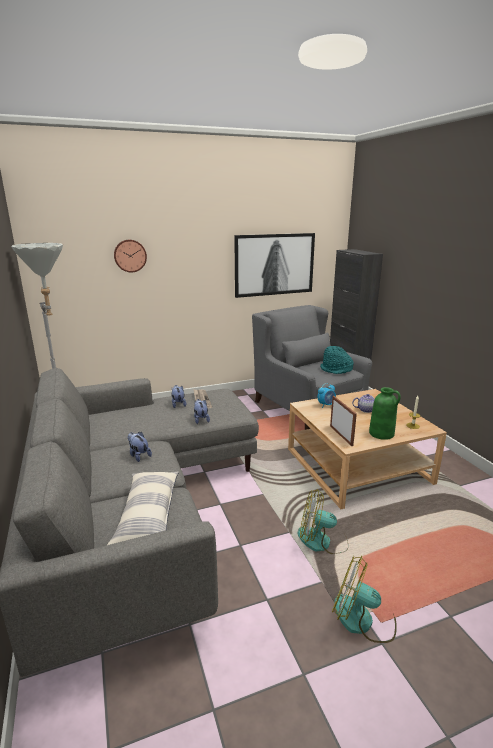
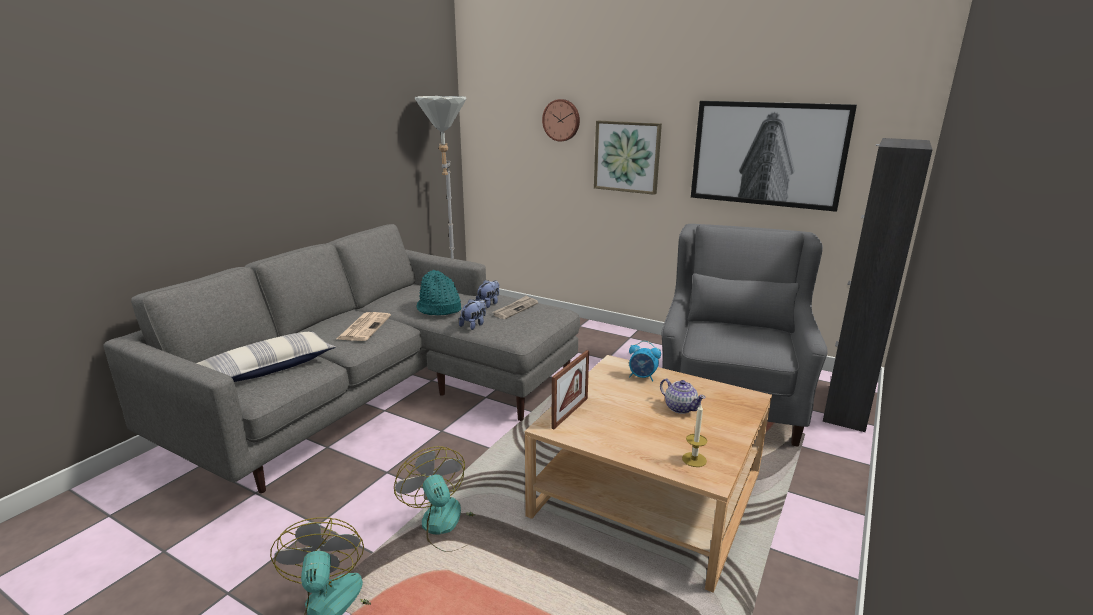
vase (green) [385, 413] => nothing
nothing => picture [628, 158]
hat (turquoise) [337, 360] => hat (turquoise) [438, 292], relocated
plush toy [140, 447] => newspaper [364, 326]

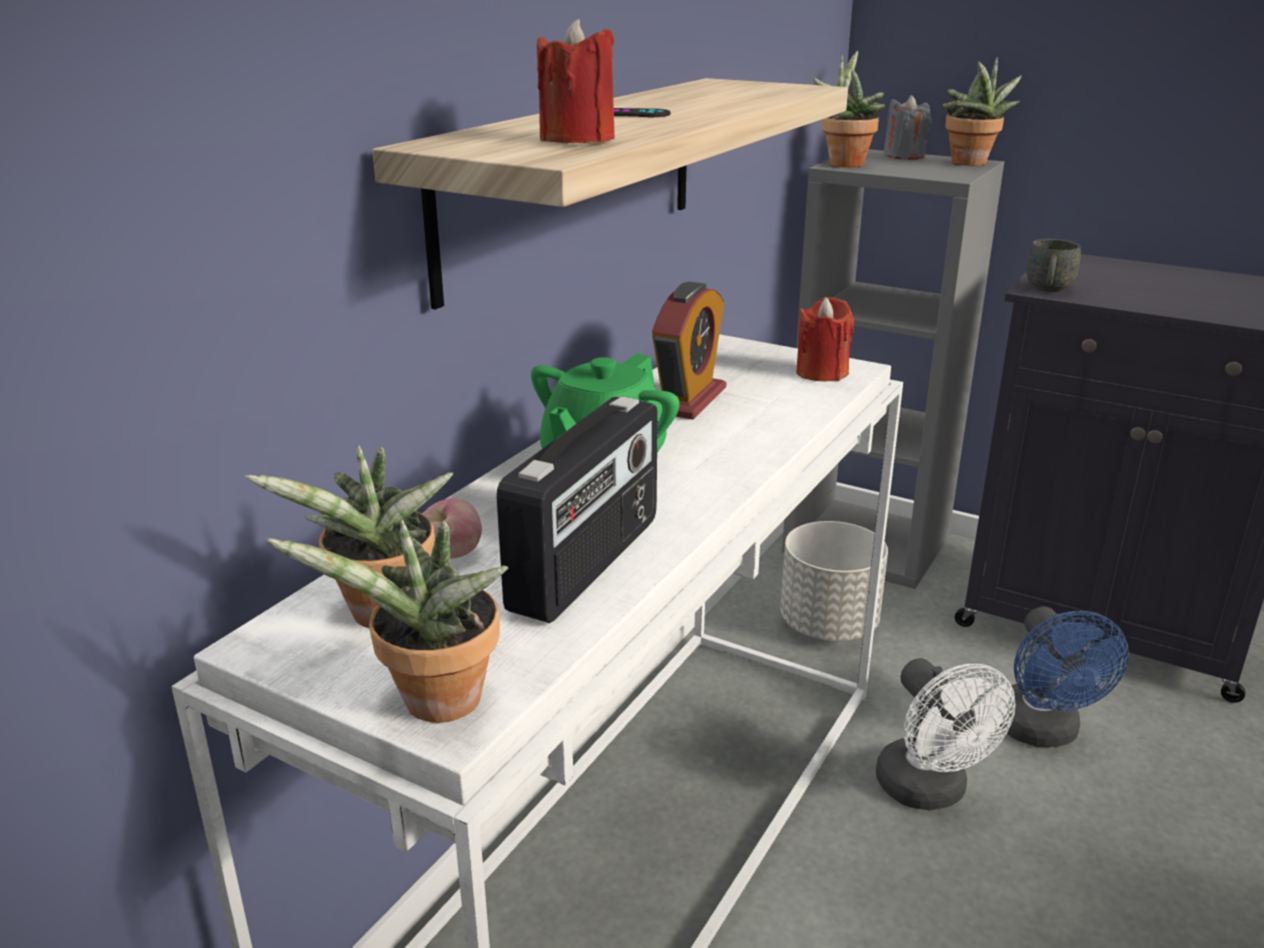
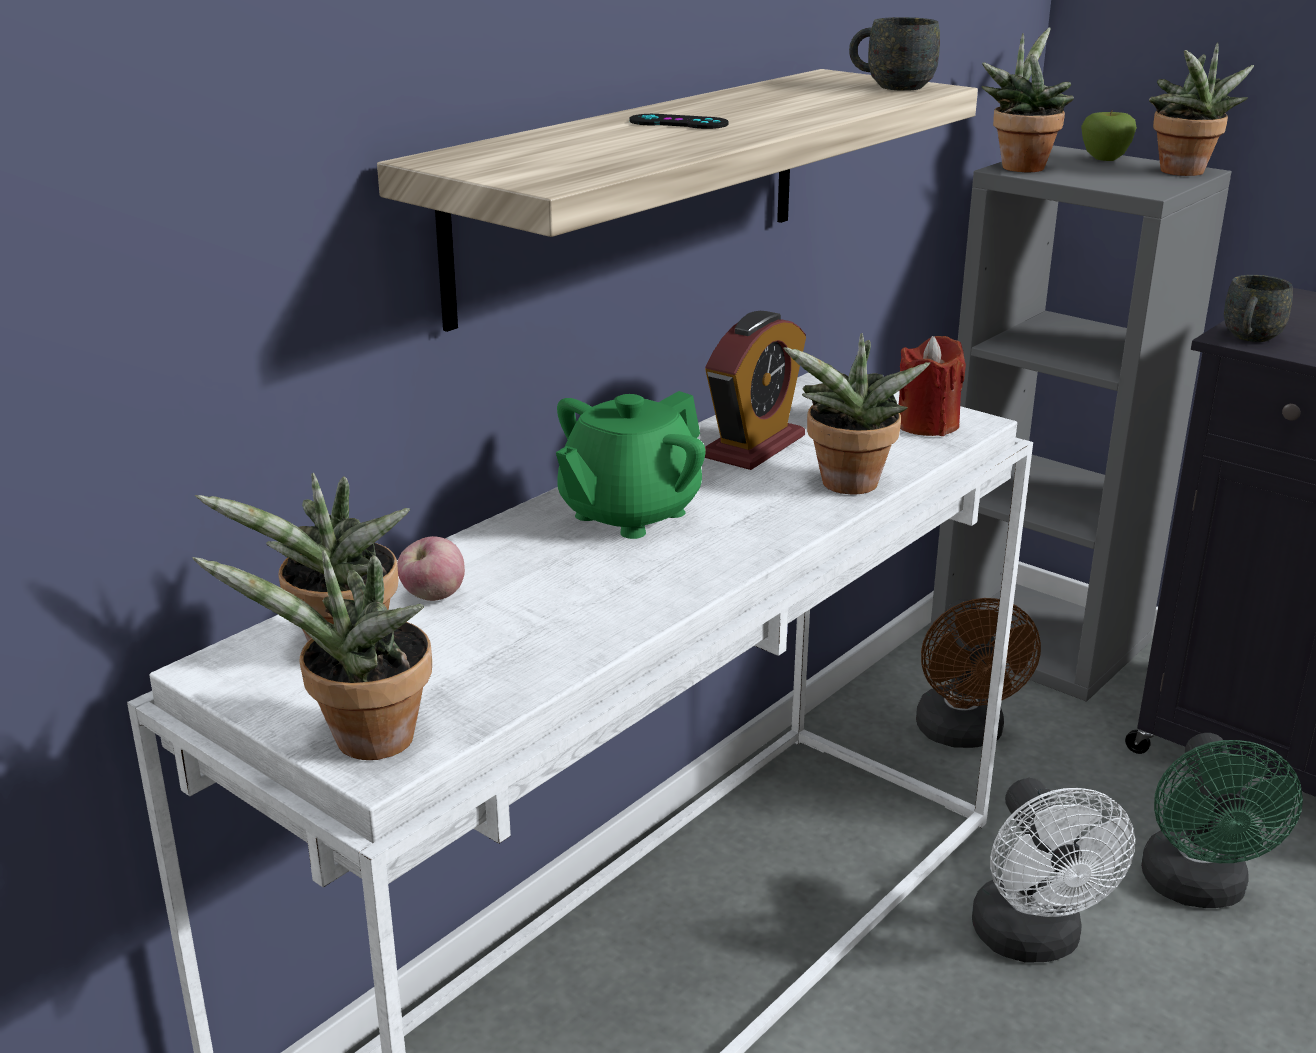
radio [577, 509] => nothing
candle (red) [576, 81] => nothing
nothing => potted plant [856, 413]
nothing => mug (grey) [894, 54]
planter (grey) [834, 581] => fan (brown) [978, 673]
candle (grey) [907, 127] => apple [1109, 135]
fan (blue) [1064, 676] => fan (green) [1222, 820]

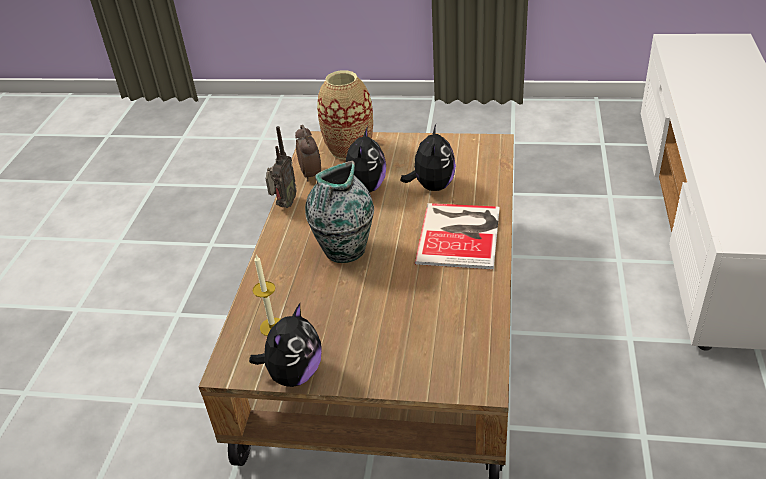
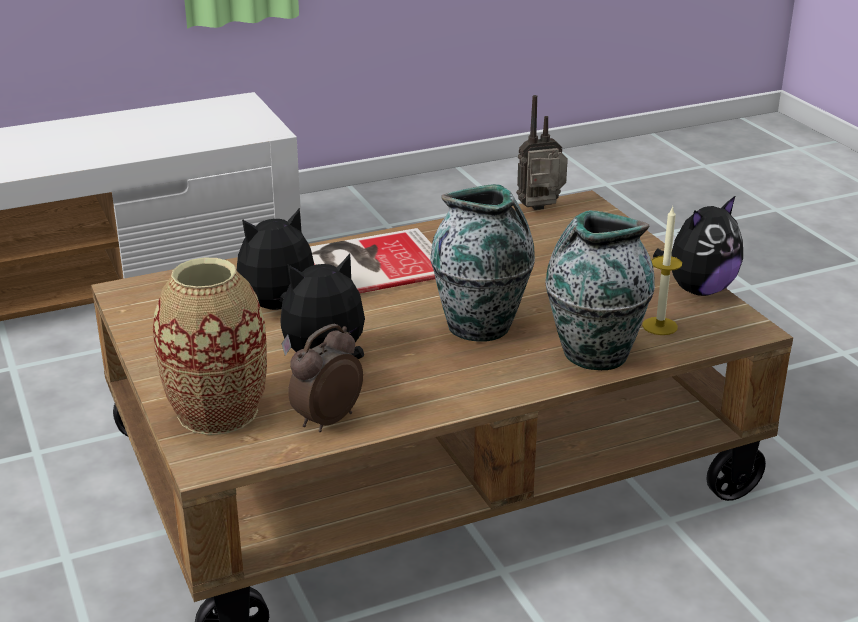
nothing => vase [600, 290]
radio [281, 167] => radio [542, 152], relocated
plush toy [285, 345] => plush toy [698, 245], 150 degrees clockwise

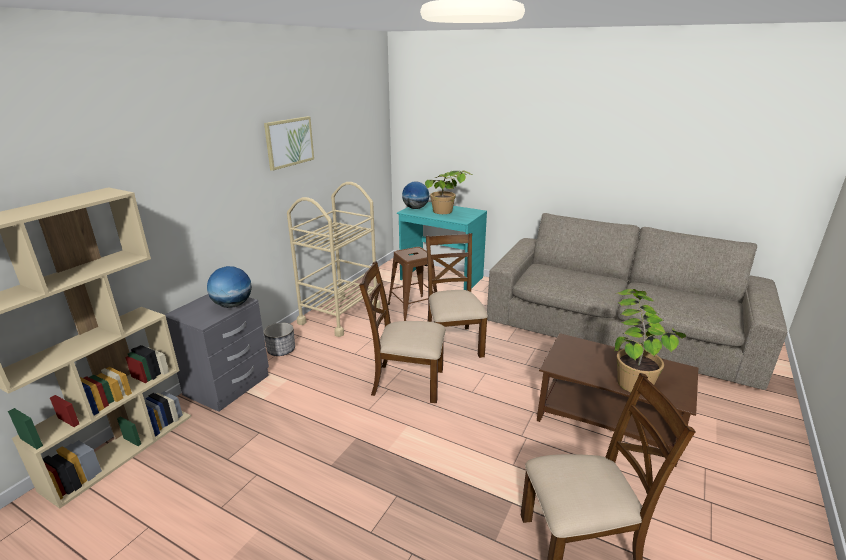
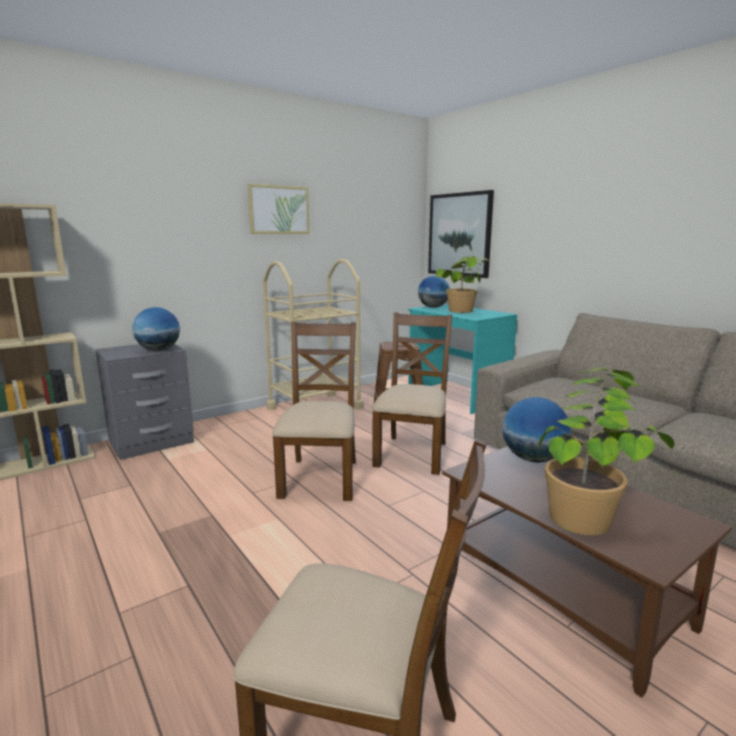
planter [279, 339] => nothing
nothing => picture [461, 234]
nothing => globe [536, 430]
chair (brown) [402, 332] => chair (brown) [314, 411], 60 degrees clockwise

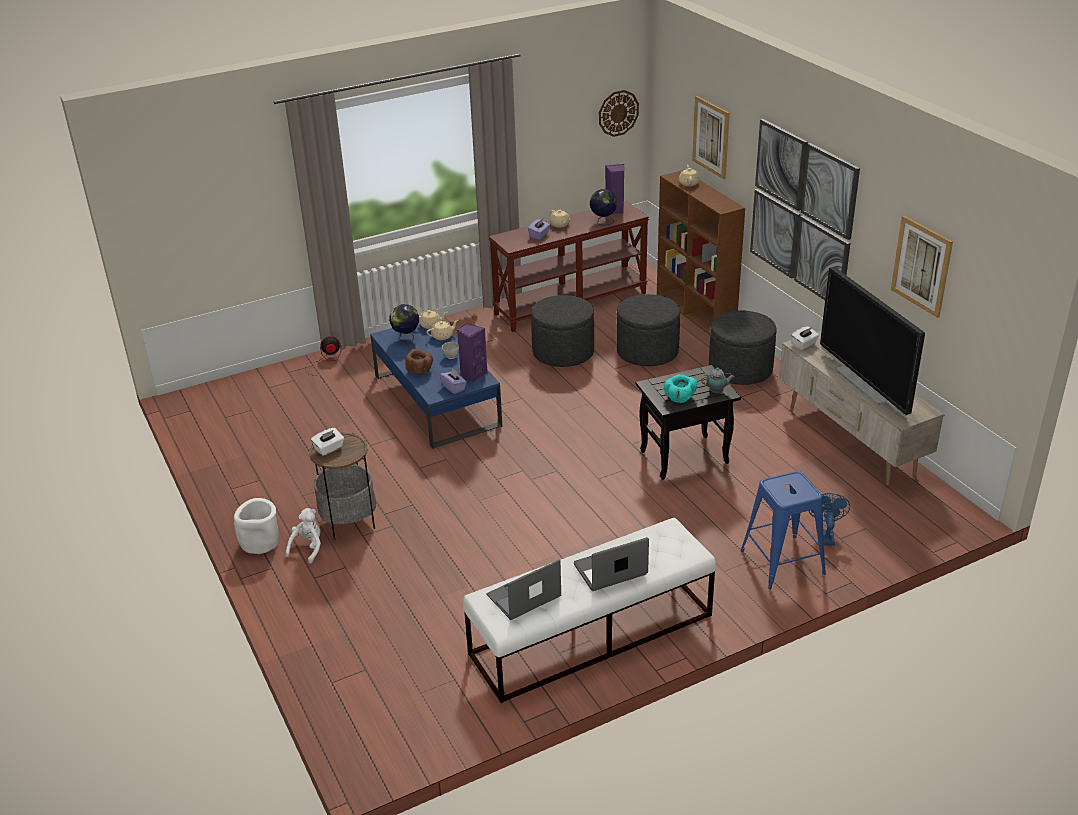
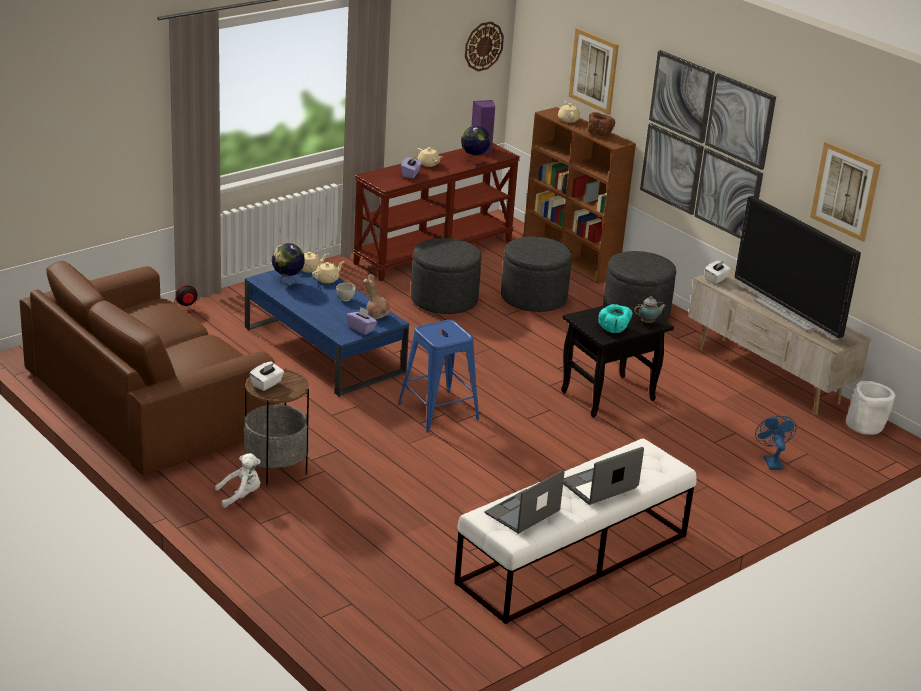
nothing => sofa (brown) [147, 368]
planter (white) [256, 526] => planter (white) [870, 408], relocated
bowl (brown) [419, 362] => bowl (brown) [601, 124], relocated
stool (blue) [783, 530] => stool (blue) [438, 376], relocated
speaker (purple) [472, 353] => vase (brown) [376, 296]
plush toy (white) [303, 536] => plush toy (white) [238, 480], 60 degrees clockwise

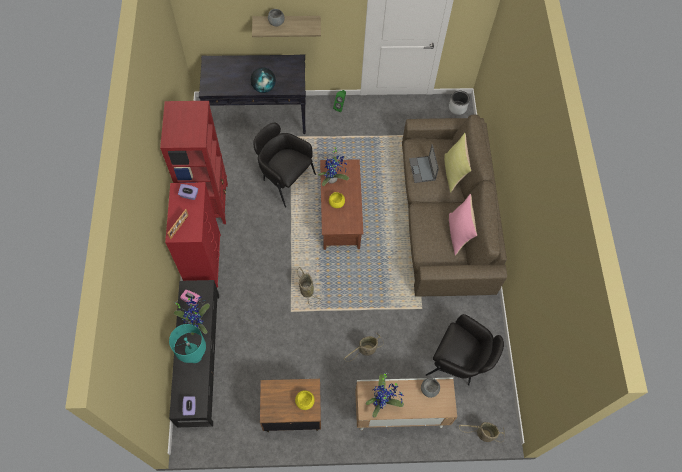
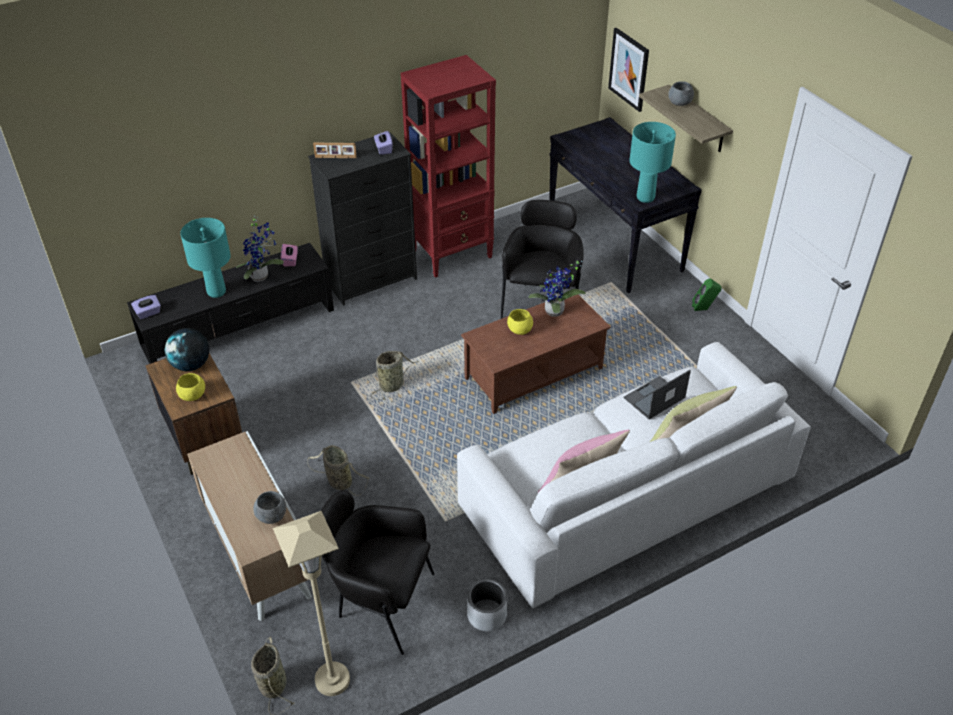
potted plant [385, 395] => nothing
nothing => floor lamp (beige) [311, 603]
nothing => picture [628, 70]
nothing => table lamp (turquoise) [653, 162]
globe [263, 80] => globe [187, 349], relocated
planter (grey) [459, 103] => planter (grey) [487, 605], relocated
dresser (red) [193, 235] => dresser (black) [362, 219]
sofa (brown) [454, 205] => sofa (white) [634, 475]
armchair (black) [465, 349] => armchair (black) [378, 572], 105 degrees clockwise

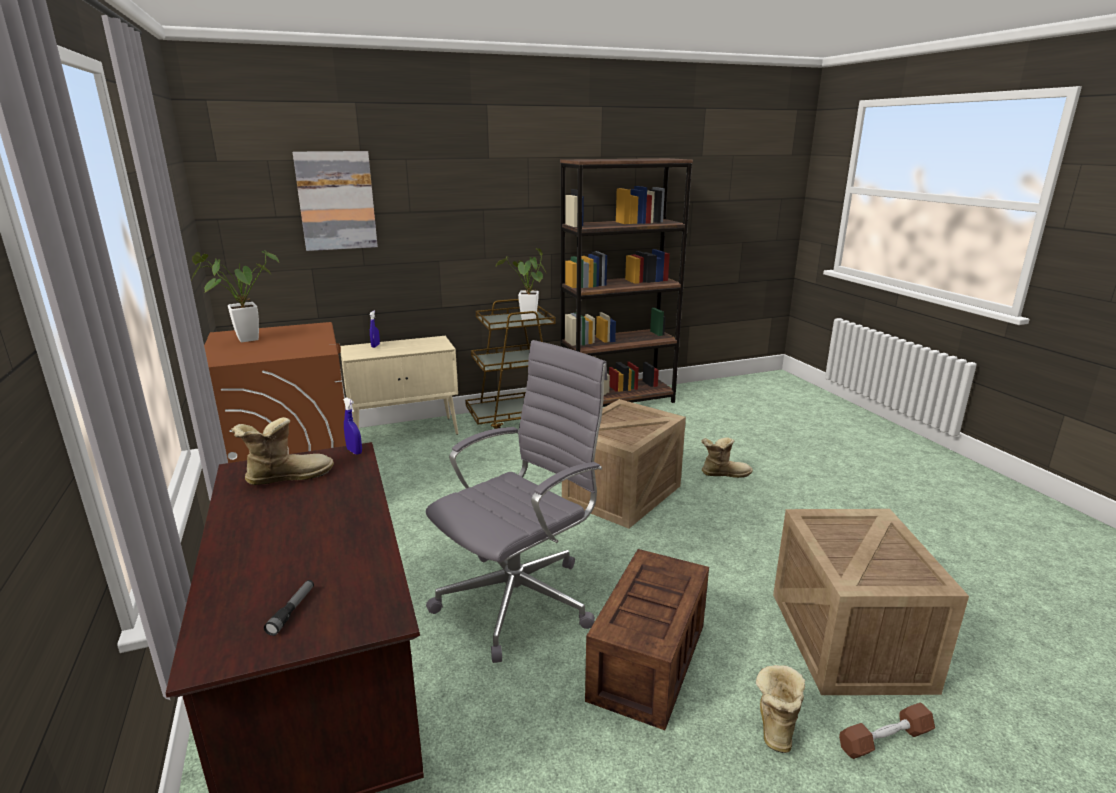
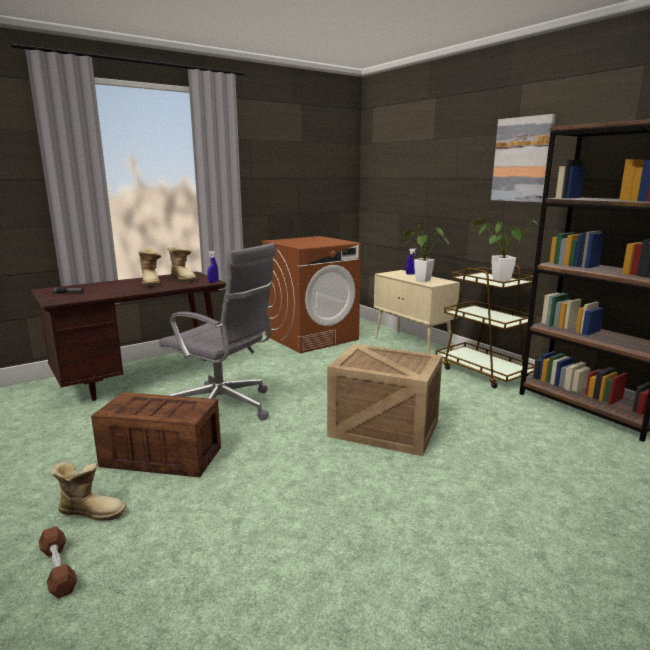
crate [871, 602] => nothing
potted plant [235, 296] => potted plant [426, 253], relocated
picture [335, 201] => picture [523, 158], relocated
boot [727, 457] => boot [150, 268], relocated

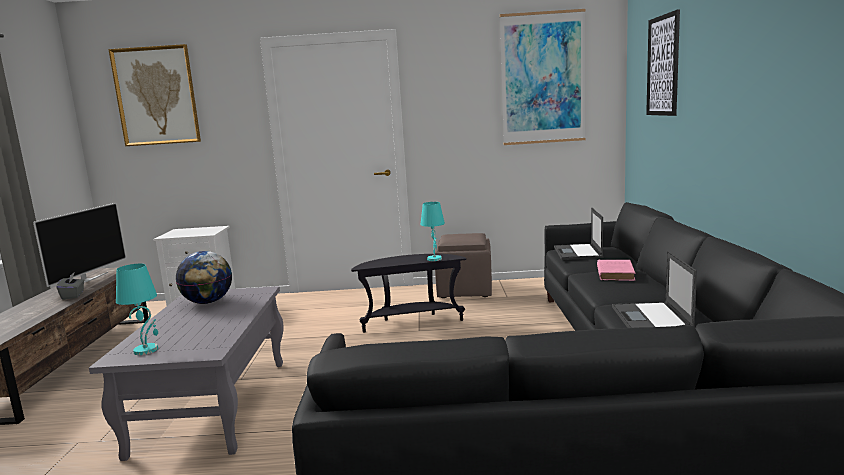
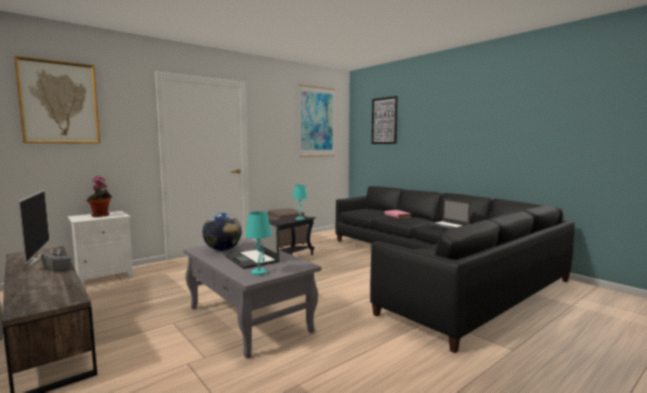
nothing => potted plant [99, 196]
laptop [578, 233] => laptop [252, 244], relocated

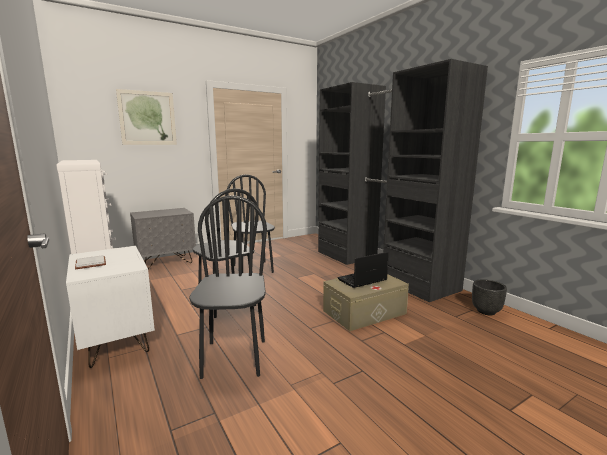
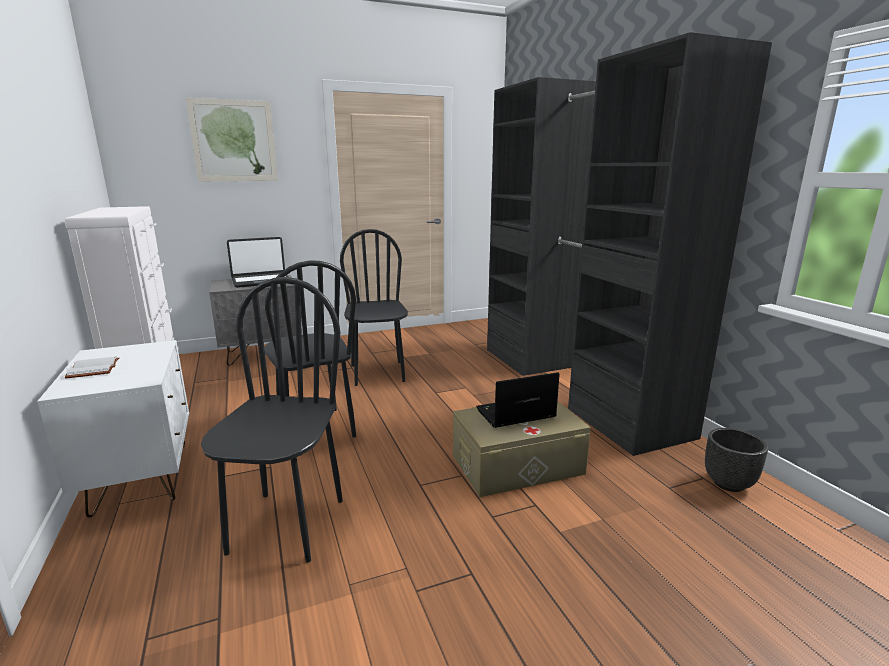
nothing => laptop [257, 262]

